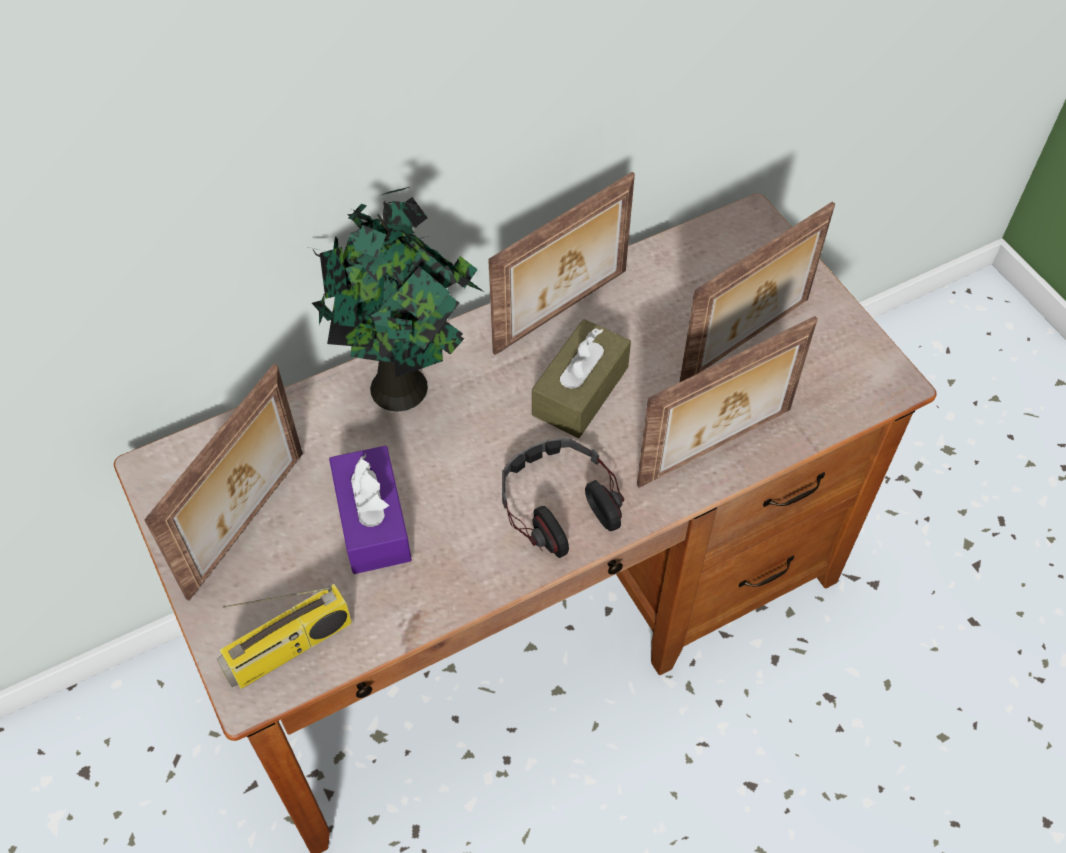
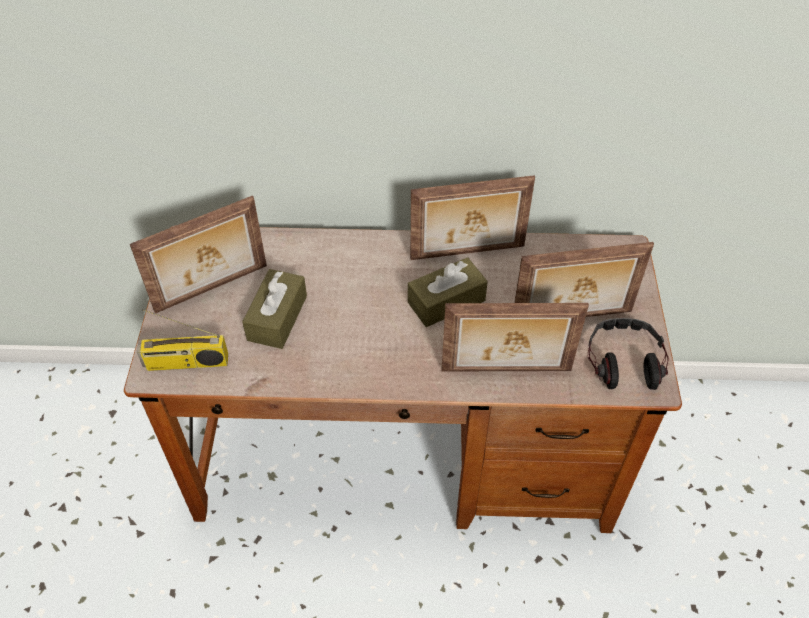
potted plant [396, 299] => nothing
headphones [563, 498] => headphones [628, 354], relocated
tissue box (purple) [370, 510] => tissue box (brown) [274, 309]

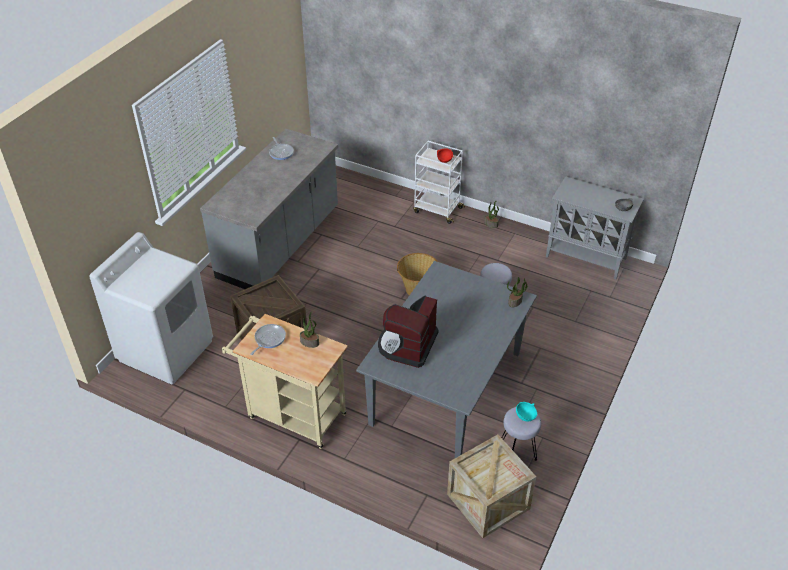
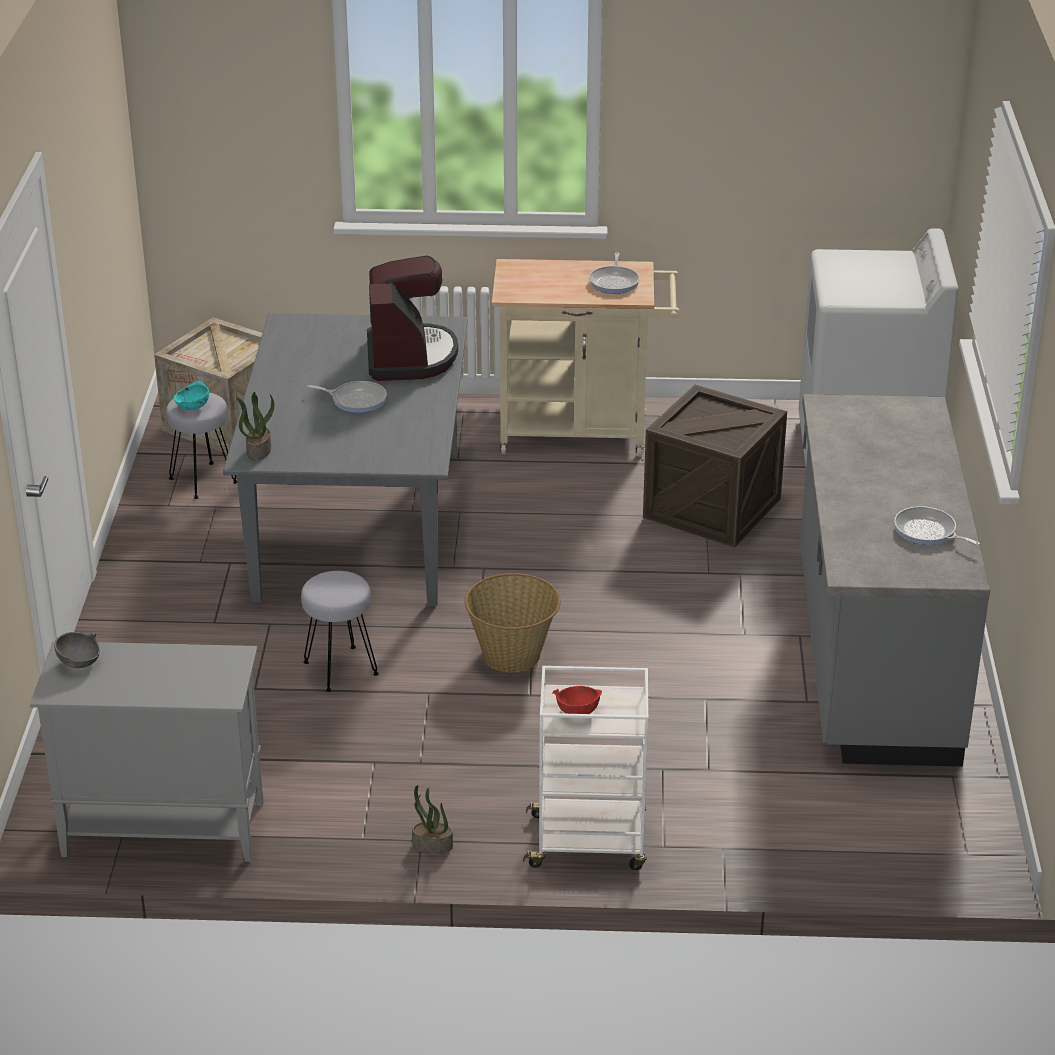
potted plant [309, 330] => nothing
nothing => frying pan [347, 397]

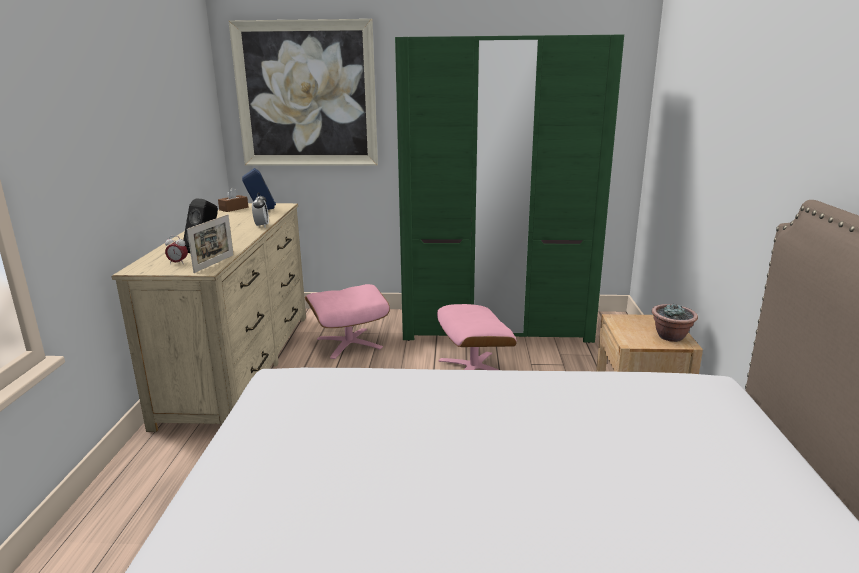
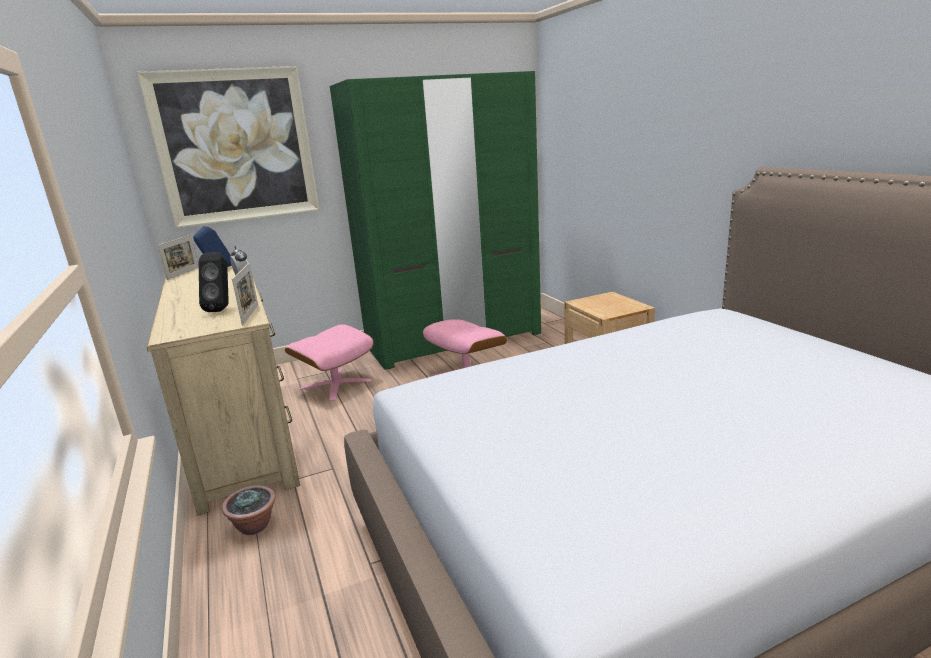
alarm clock [176, 249] => nothing
potted plant [675, 322] => potted plant [248, 510], relocated
tissue box (brown) [233, 200] => picture frame [178, 257]

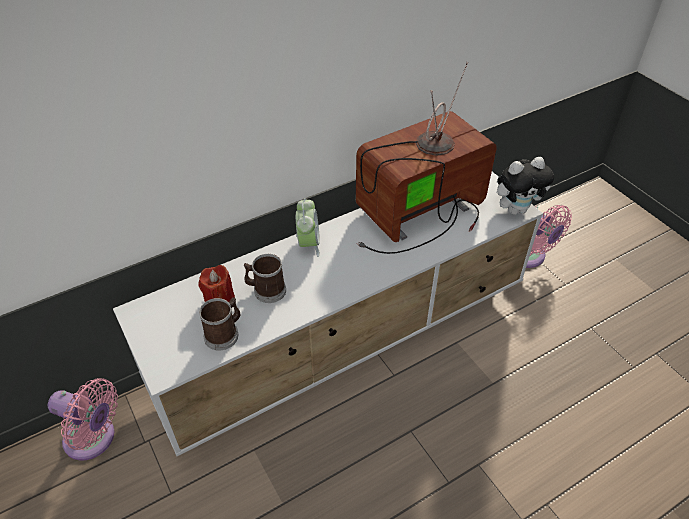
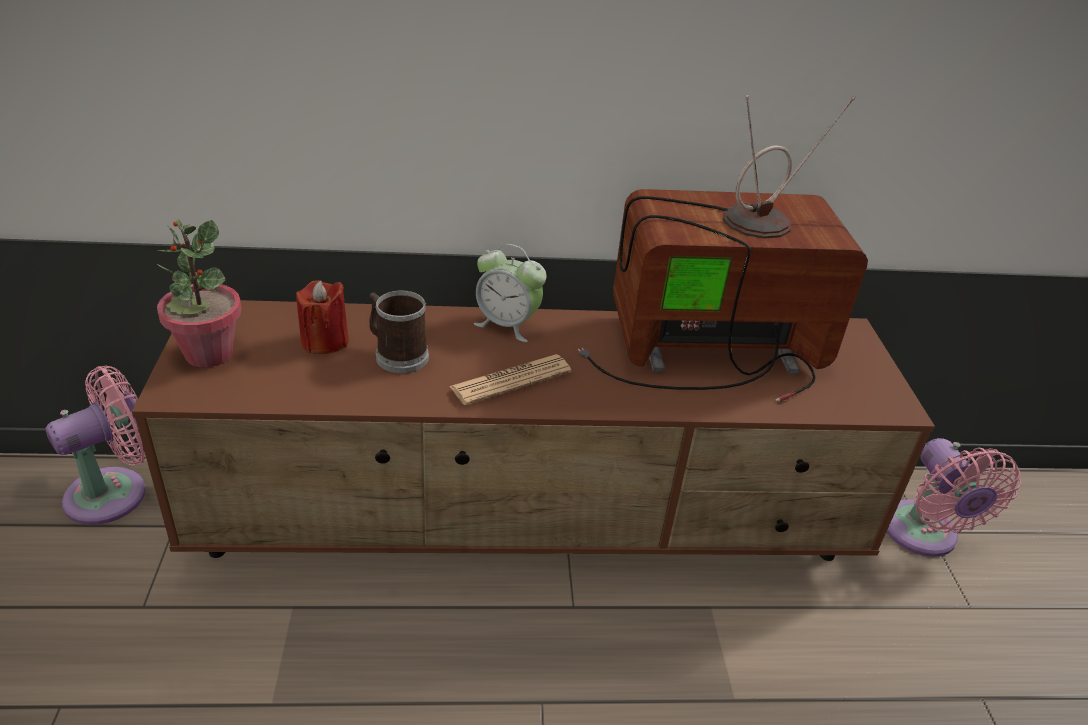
mug [220, 324] => nothing
plush toy [525, 186] => nothing
nothing => potted plant [199, 293]
nothing => newspaper [510, 379]
tv stand (white) [328, 314] => tv stand (brown) [533, 430]
fan (pink) [83, 419] => fan (pink) [96, 445], 90 degrees counterclockwise
alarm clock [308, 227] => alarm clock [510, 293], 90 degrees clockwise

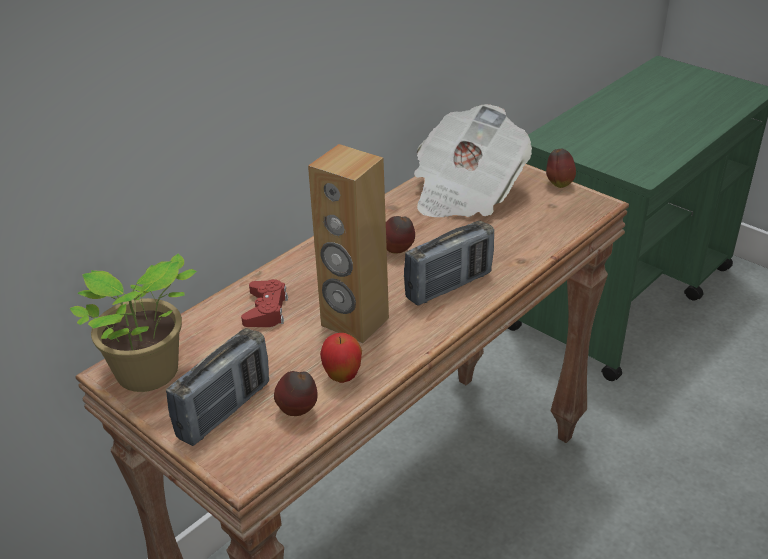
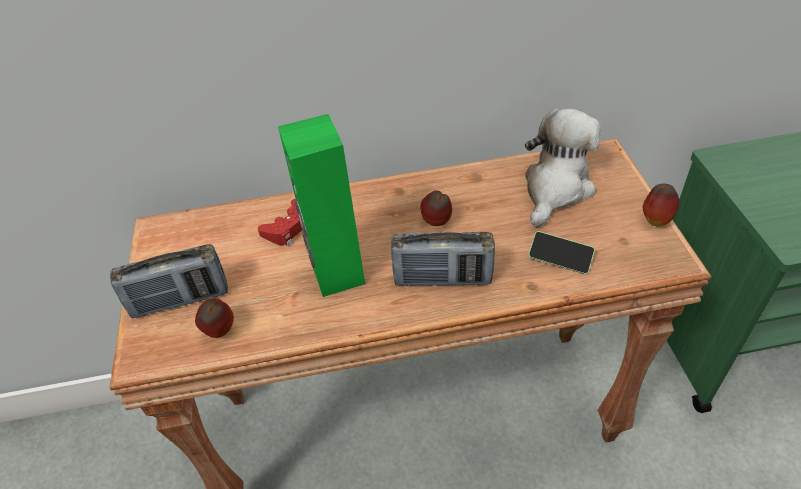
potted plant [133, 323] => nothing
apple [341, 358] => nothing
nothing => phone [561, 252]
newspaper [473, 160] => plush toy [563, 168]
speaker (brown) [348, 243] => speaker (green) [321, 205]

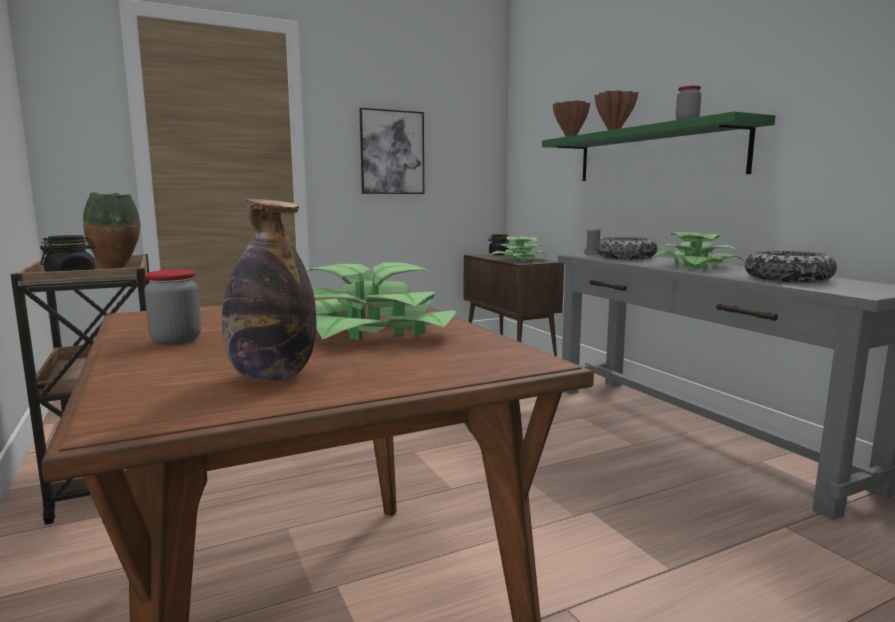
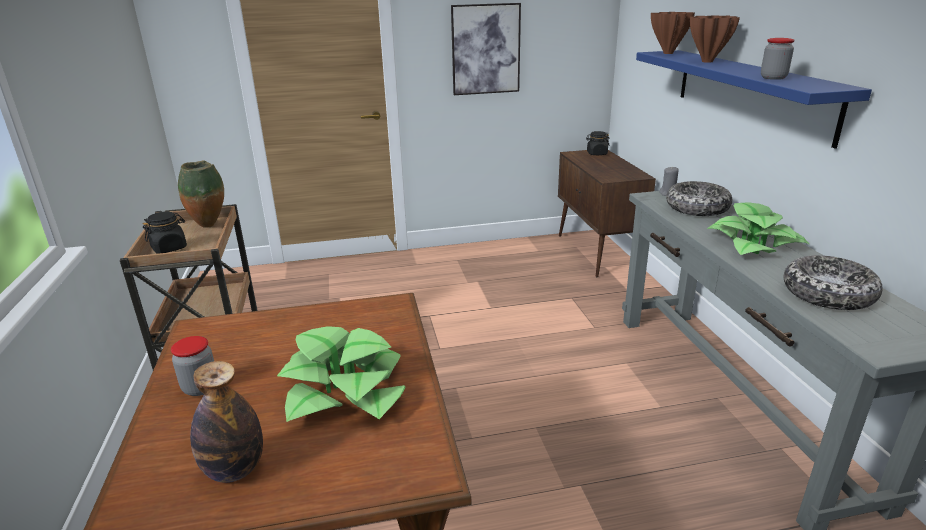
potted plant [519, 249] => nothing
shelf (green) [658, 146] => shelf (blue) [754, 99]

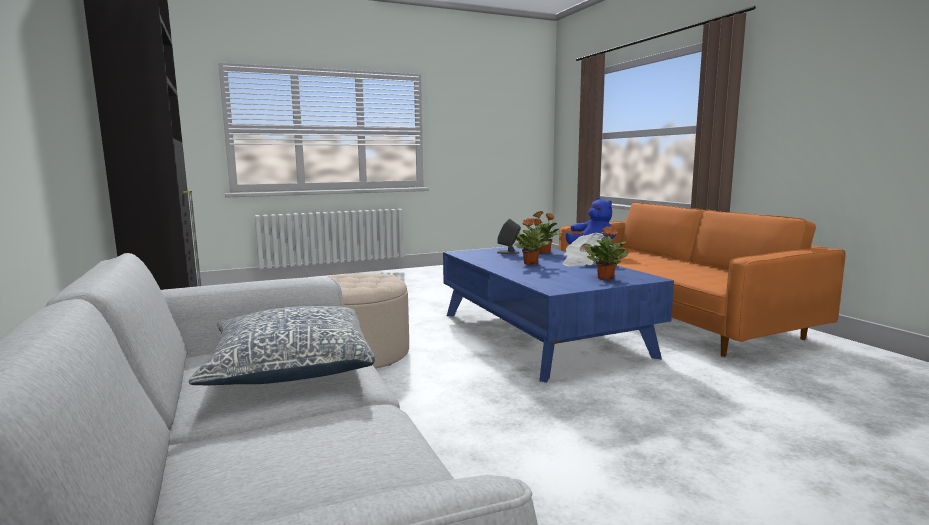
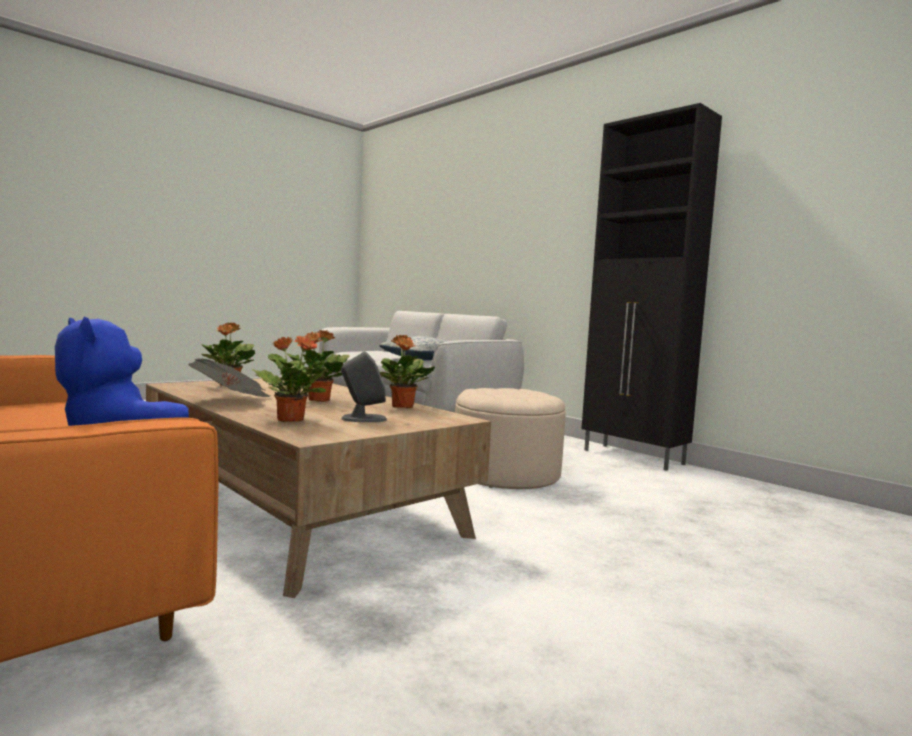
nothing => potted plant [407, 371]
coffee table (blue) [558, 314] => coffee table (brown) [318, 488]

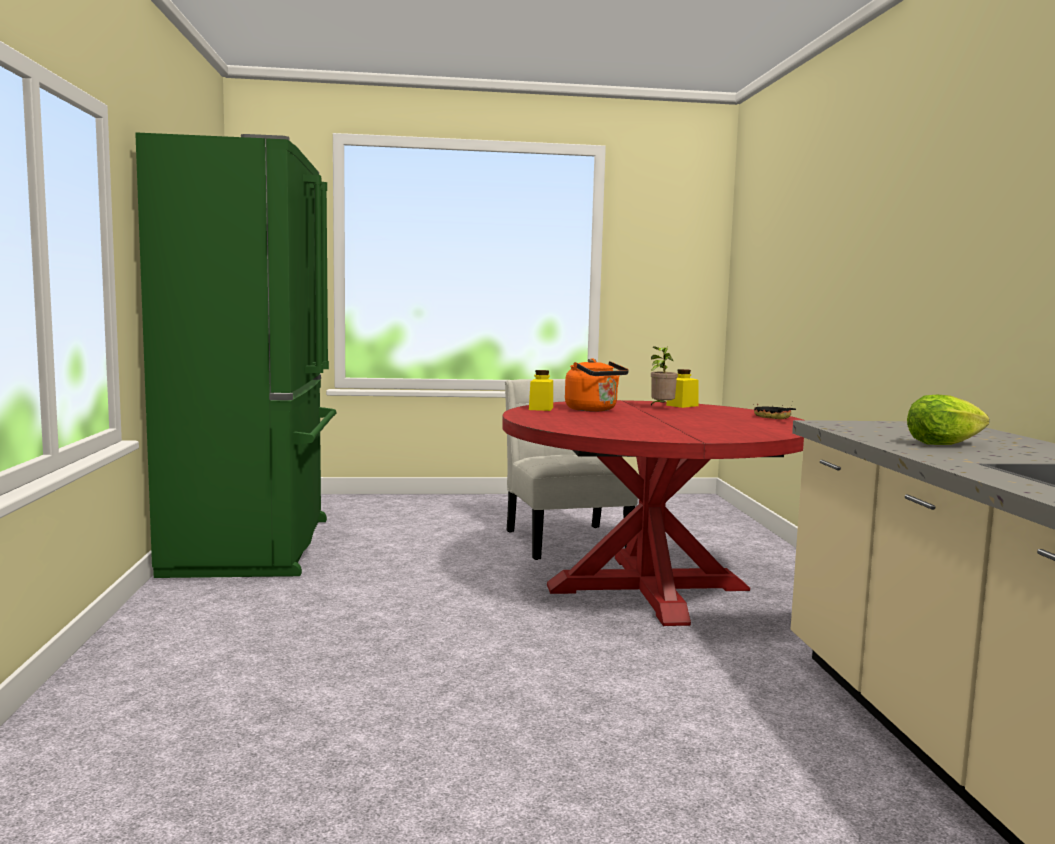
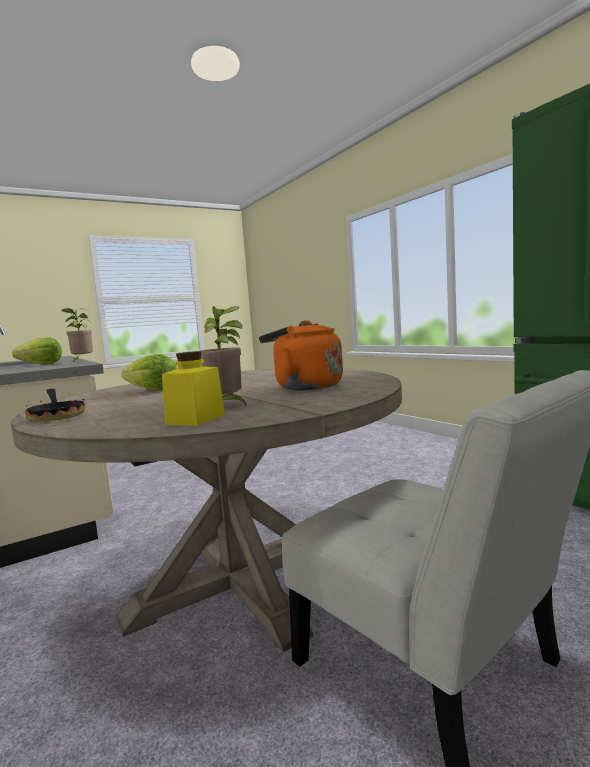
jar (yellow) [541, 390] => nothing
nothing => potted plant [77, 335]
nothing => lettuce [149, 372]
dining table (red) [653, 513] => dining table (beige) [206, 510]

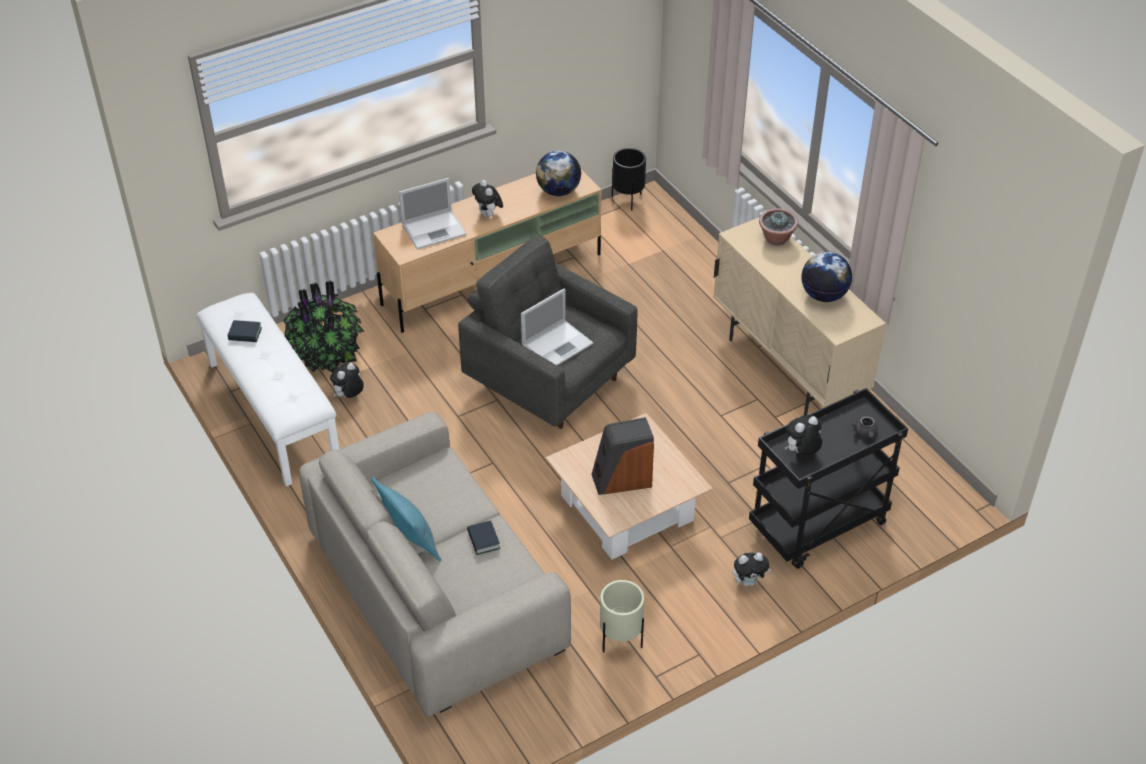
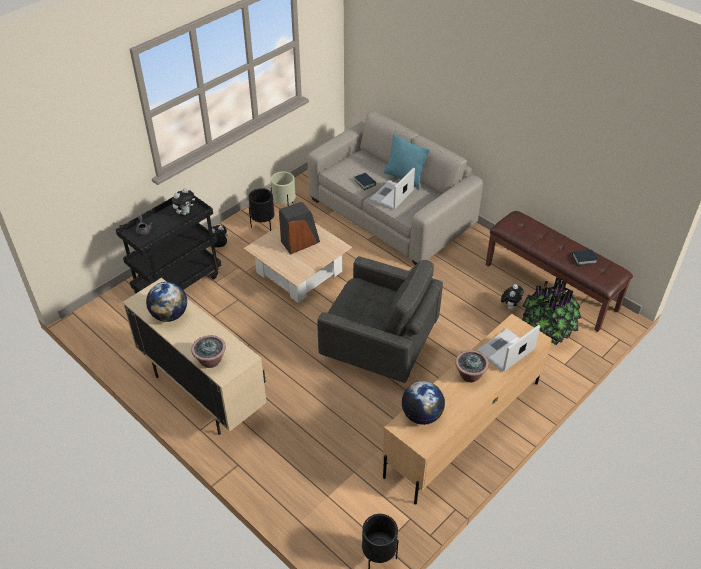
nothing => planter (black) [261, 209]
laptop [557, 327] => laptop [392, 189], relocated
plush toy [487, 198] => potted plant [472, 366]
bench (white) [267, 390] => bench (brown) [559, 271]

